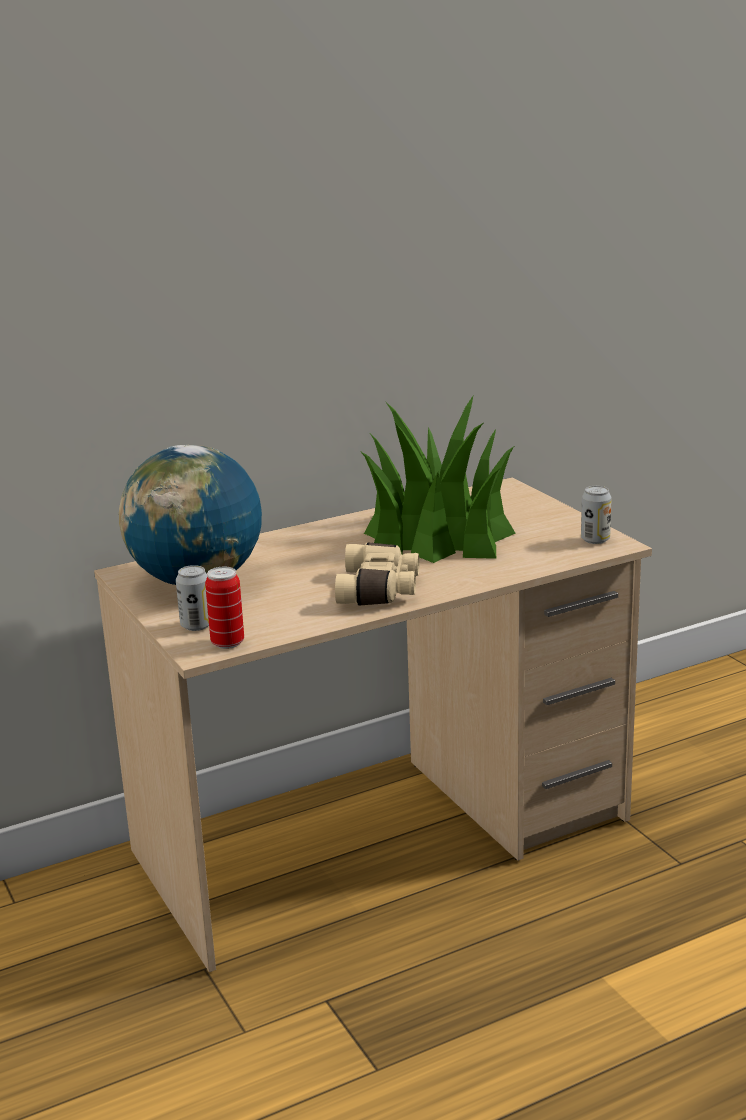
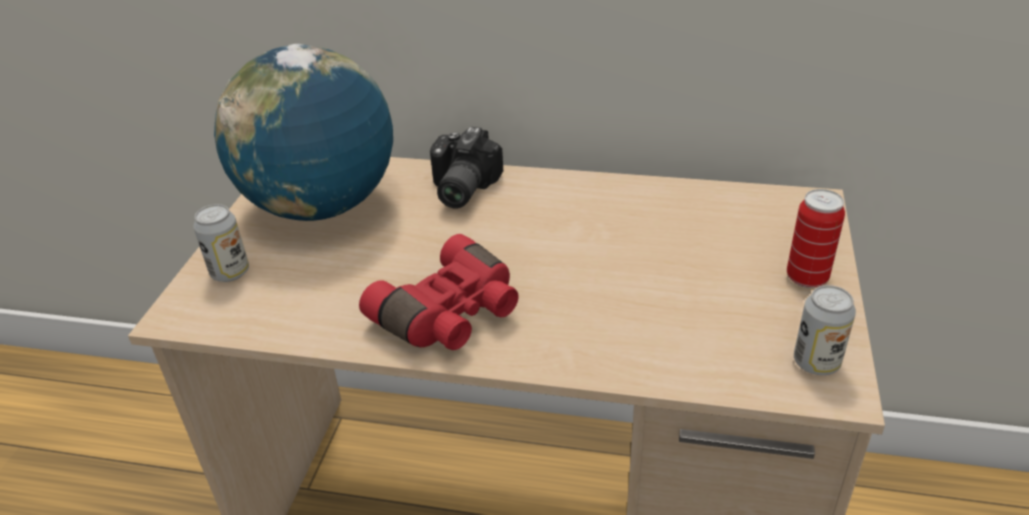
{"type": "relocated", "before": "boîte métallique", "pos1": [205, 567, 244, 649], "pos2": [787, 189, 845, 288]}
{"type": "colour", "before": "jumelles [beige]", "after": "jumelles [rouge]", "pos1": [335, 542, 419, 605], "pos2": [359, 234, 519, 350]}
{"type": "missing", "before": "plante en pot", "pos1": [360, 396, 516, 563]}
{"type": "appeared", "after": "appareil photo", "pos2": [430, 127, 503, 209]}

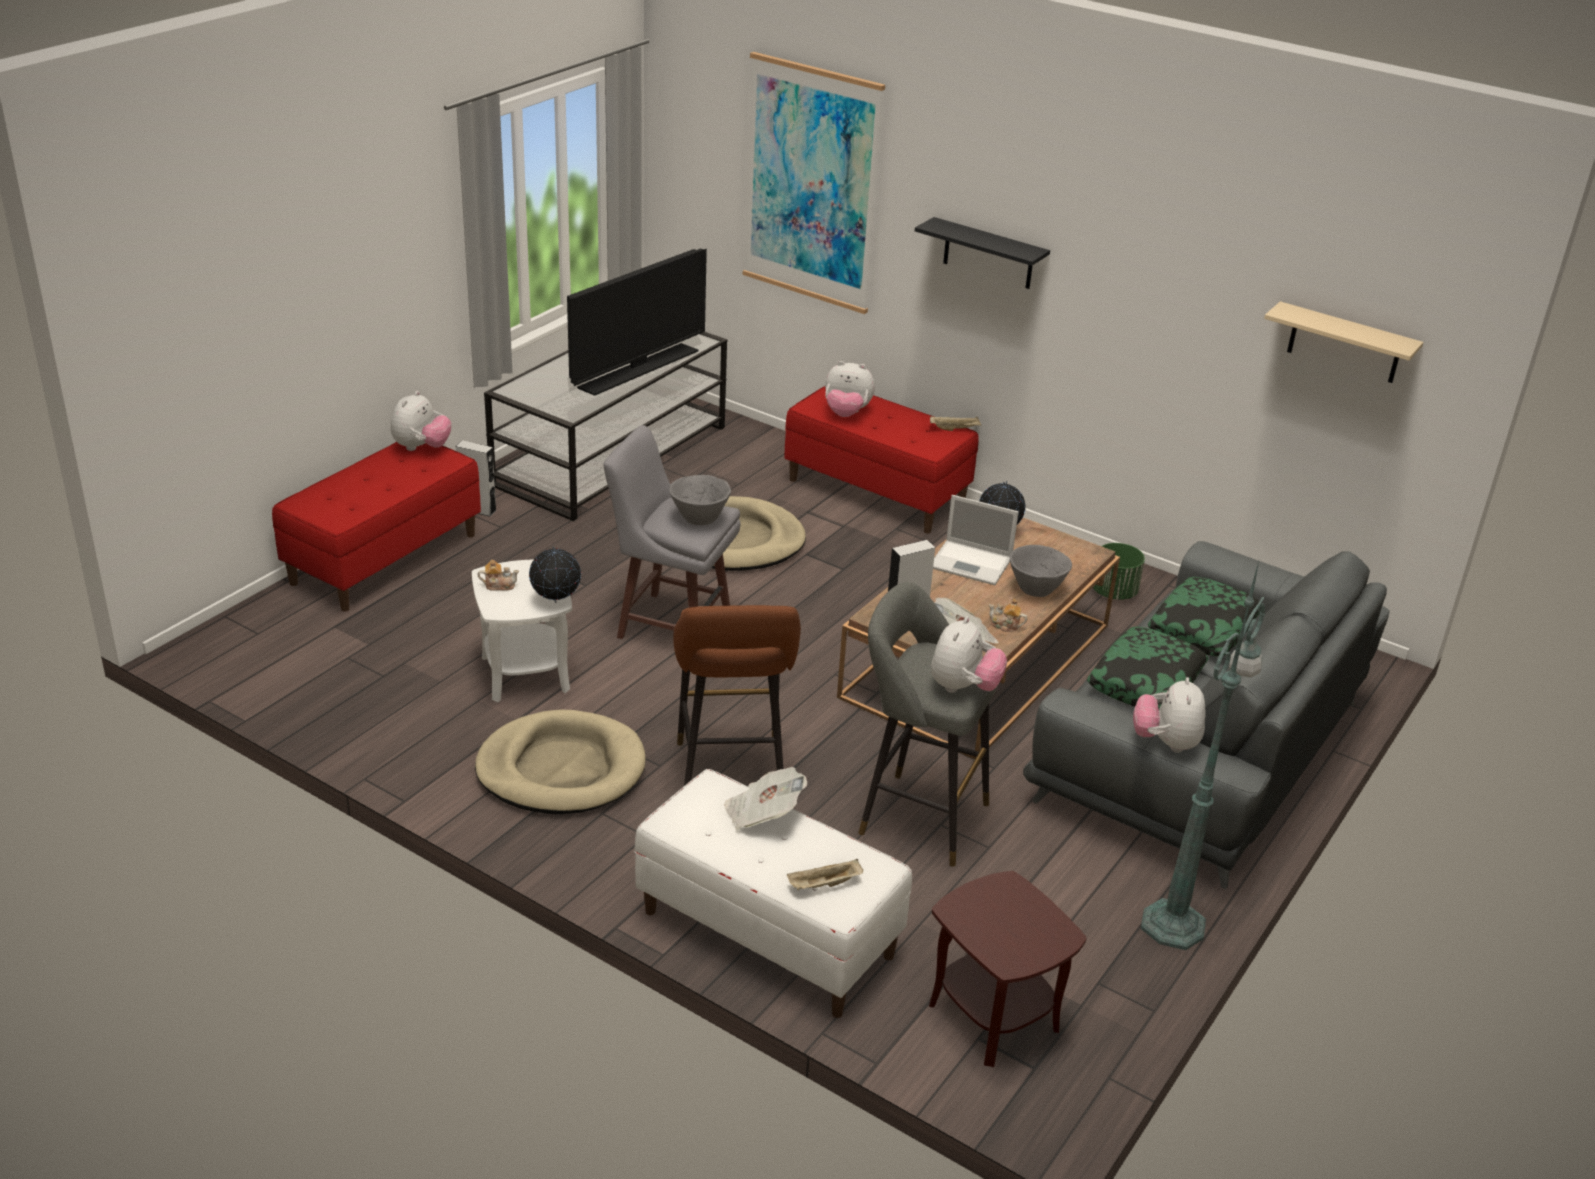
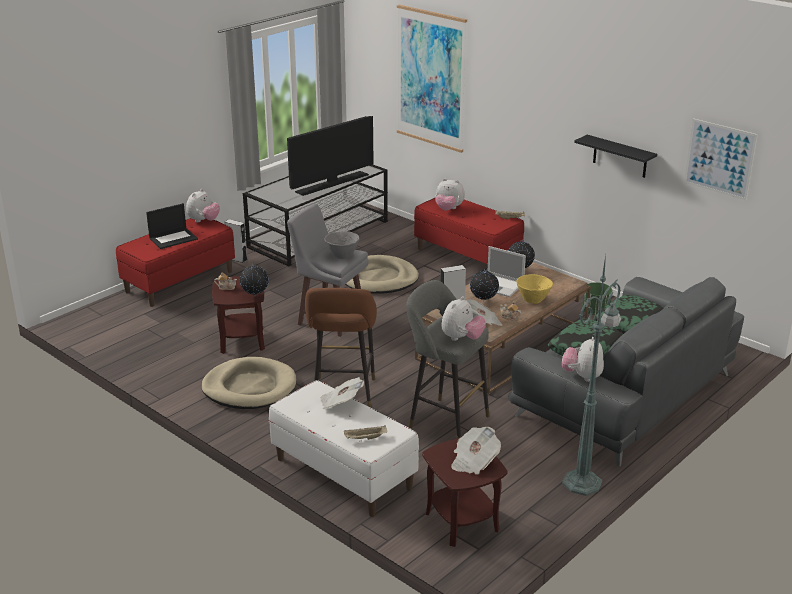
{"type": "colour", "before": "table d'appoint [blanc]", "after": "table d'appoint [marron]", "pos1": [472, 559, 572, 702], "pos2": [212, 276, 265, 354]}
{"type": "relocated", "before": "étagère [noir]", "pos1": [915, 217, 1050, 289], "pos2": [574, 135, 657, 178]}
{"type": "colour", "before": "bol [gris]", "after": "bol [jaune]", "pos1": [1010, 545, 1072, 597], "pos2": [517, 274, 553, 304]}
{"type": "exchanged", "before": "étagère [beige]", "after": "tableau", "pos1": [1264, 301, 1424, 383], "pos2": [684, 118, 758, 200]}
{"type": "appeared", "after": "ordinateur portable", "pos2": [146, 203, 198, 249]}
{"type": "appeared", "after": "journal", "pos2": [451, 427, 501, 474]}
{"type": "appeared", "after": "globe", "pos2": [470, 269, 499, 302]}

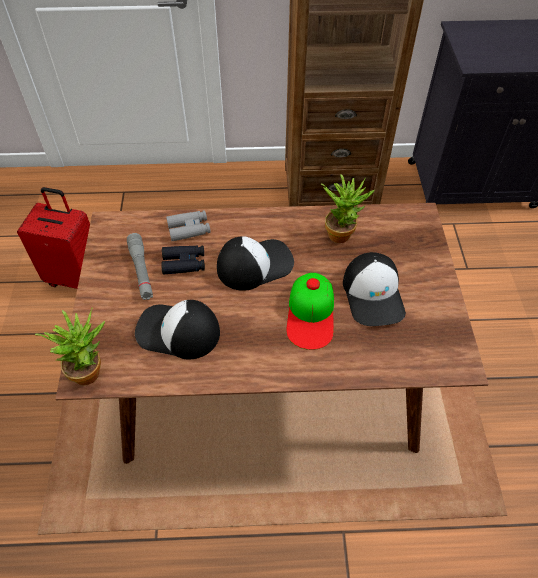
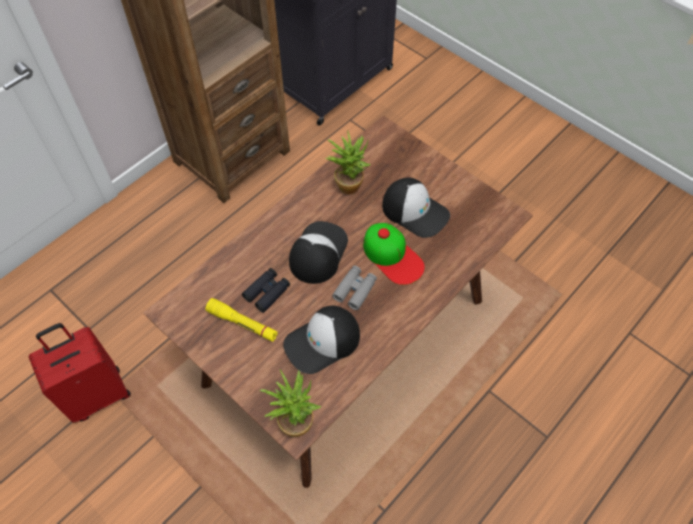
{"type": "colour", "before": "lampe de poche [gris]", "after": "lampe de poche [jaune]", "pos1": [127, 233, 153, 300], "pos2": [206, 298, 278, 342]}
{"type": "relocated", "before": "jumelles [gris]", "pos1": [166, 210, 211, 241], "pos2": [332, 266, 377, 310]}

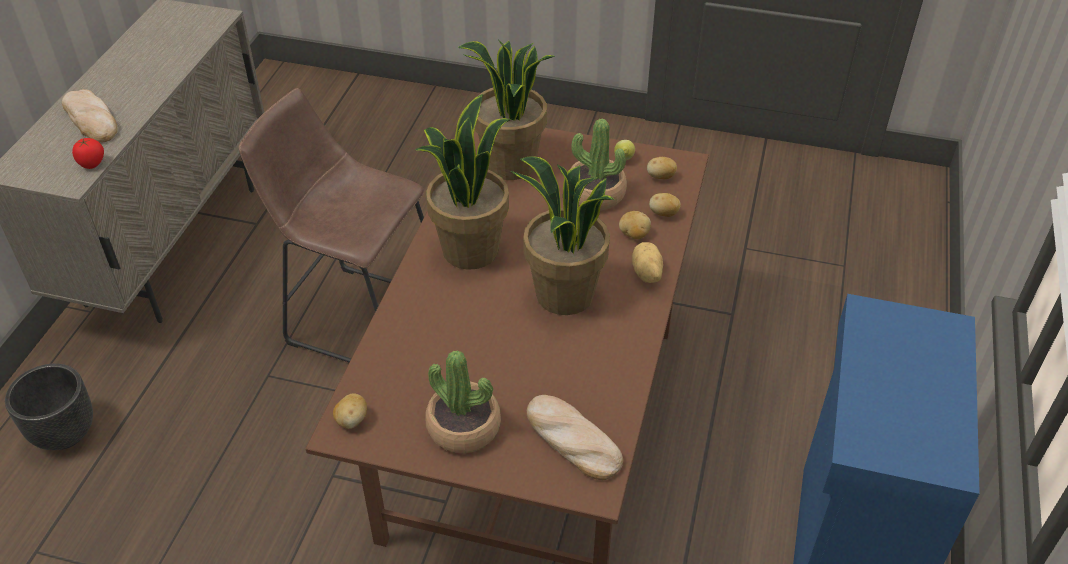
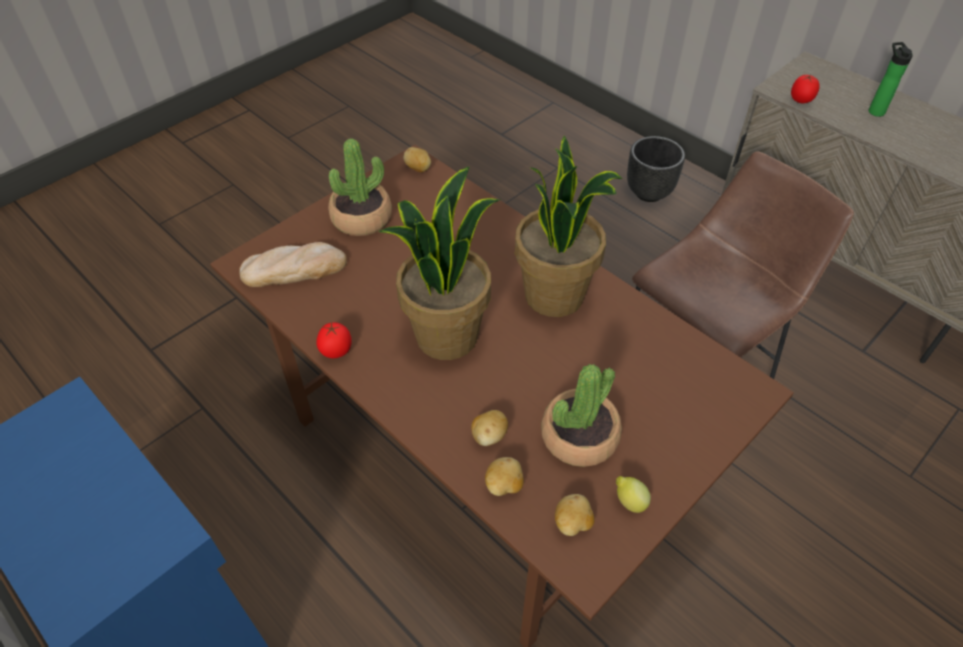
{"type": "exchanged", "before": "pain", "after": "bouteille", "pos1": [62, 89, 117, 143], "pos2": [868, 42, 913, 117]}
{"type": "missing", "before": "plante en pot", "pos1": [458, 40, 555, 180]}
{"type": "missing", "before": "pomme de terre", "pos1": [632, 242, 663, 283]}
{"type": "appeared", "after": "tomate", "pos2": [316, 322, 352, 358]}

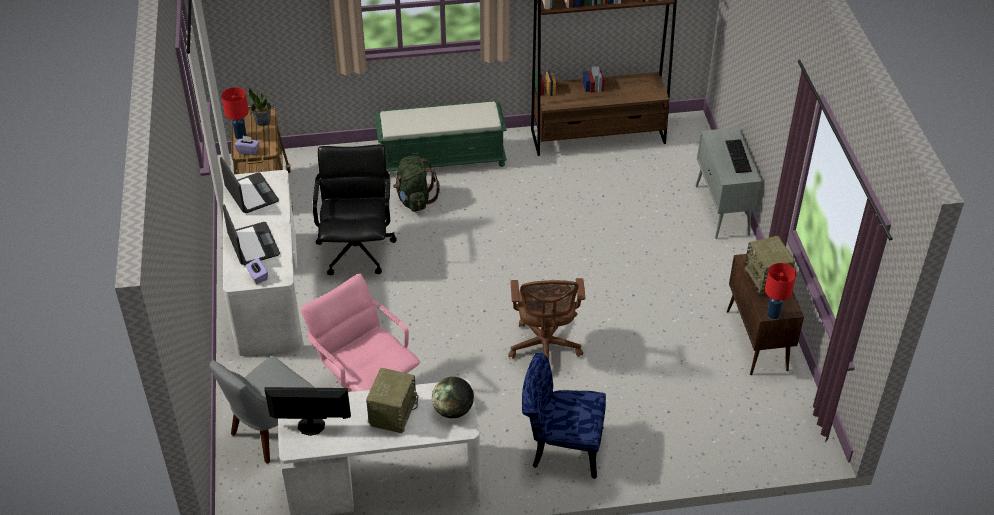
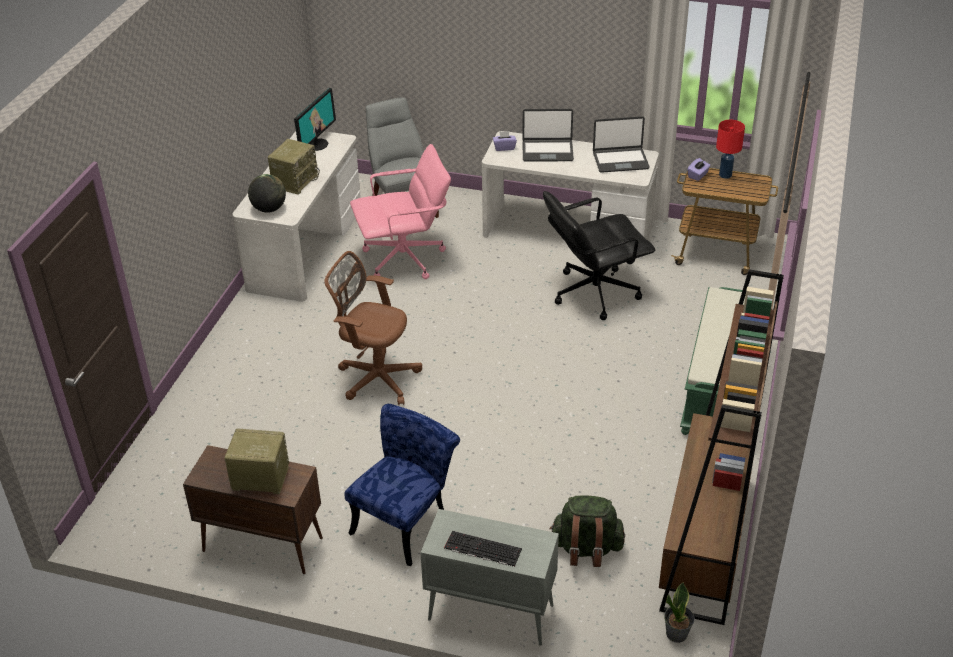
{"type": "relocated", "before": "plante en pot", "pos1": [248, 88, 271, 126], "pos2": [664, 582, 695, 643]}
{"type": "spun", "before": "chaise de bureau [noir]", "pos1": [313, 145, 397, 275], "pos2": [543, 191, 655, 320], "turn": 135}
{"type": "spun", "before": "radio", "pos1": [366, 368, 419, 433], "pos2": [268, 139, 320, 194], "turn": -105}
{"type": "relocated", "before": "sac à dos [vert]", "pos1": [393, 155, 440, 212], "pos2": [550, 495, 625, 567]}
{"type": "relocated", "before": "chaise [bleu]", "pos1": [522, 352, 606, 479], "pos2": [345, 404, 460, 566]}
{"type": "missing", "before": "lampe de table [rouge]", "pos1": [765, 263, 796, 319]}

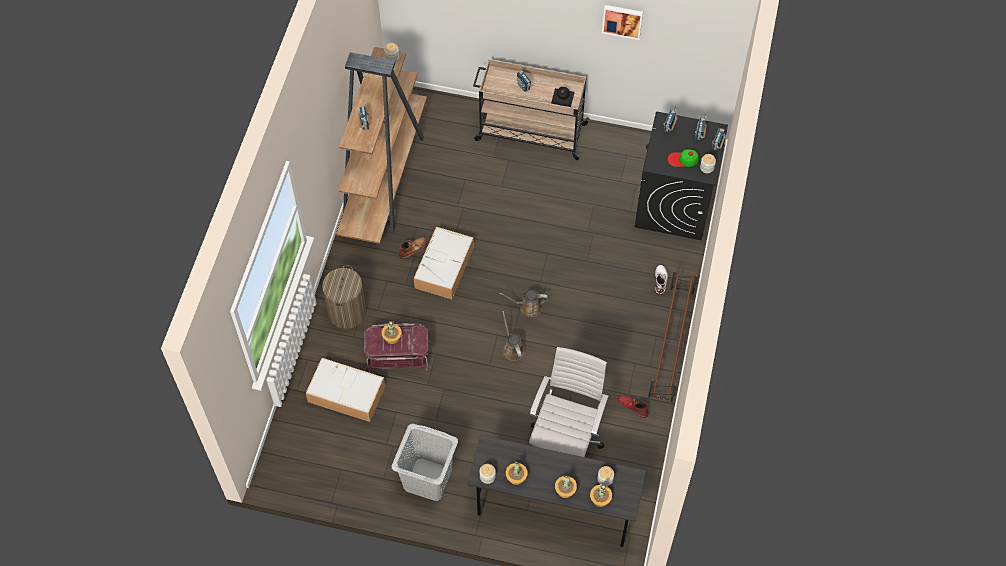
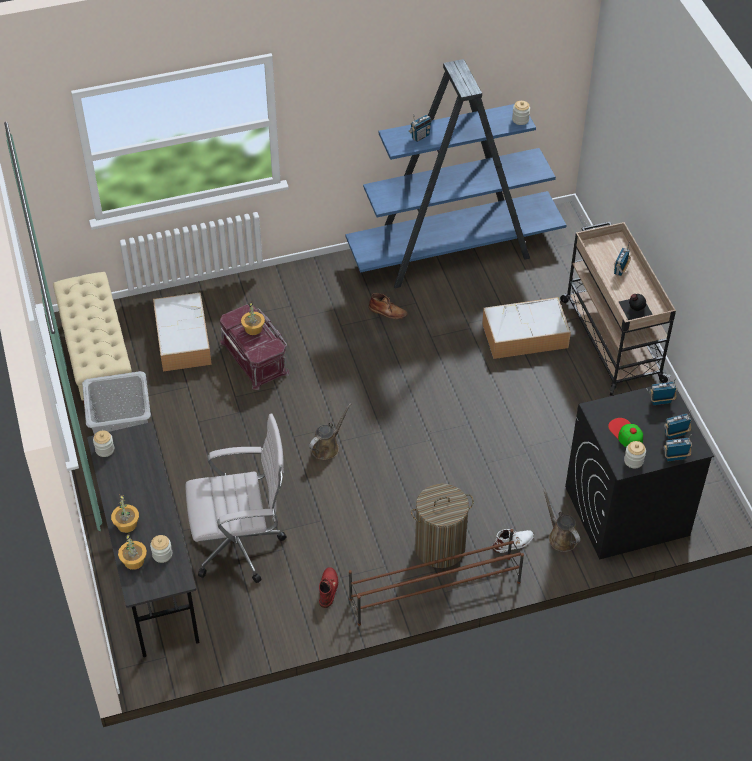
{"type": "relocated", "before": "panier à linge", "pos1": [322, 265, 366, 329], "pos2": [411, 483, 474, 568]}
{"type": "colour", "before": "bibliothèque [marron]", "after": "bibliothèque [bleu]", "pos1": [336, 47, 427, 244], "pos2": [345, 59, 566, 288]}
{"type": "relocated", "before": "boîte de rangement", "pos1": [414, 227, 474, 299], "pos2": [482, 297, 571, 359]}
{"type": "relocated", "before": "arrosoir [marron]", "pos1": [499, 290, 548, 317], "pos2": [543, 488, 580, 552]}
{"type": "missing", "before": "plante en pot", "pos1": [506, 461, 527, 485]}
{"type": "missing", "before": "tableau", "pos1": [602, 5, 643, 40]}
{"type": "appeared", "after": "banc [beige]", "pos2": [53, 272, 132, 409]}

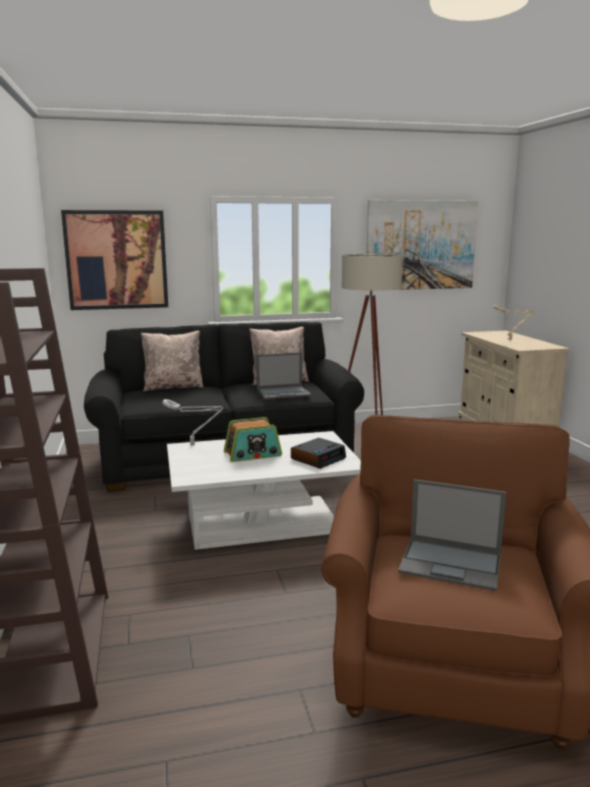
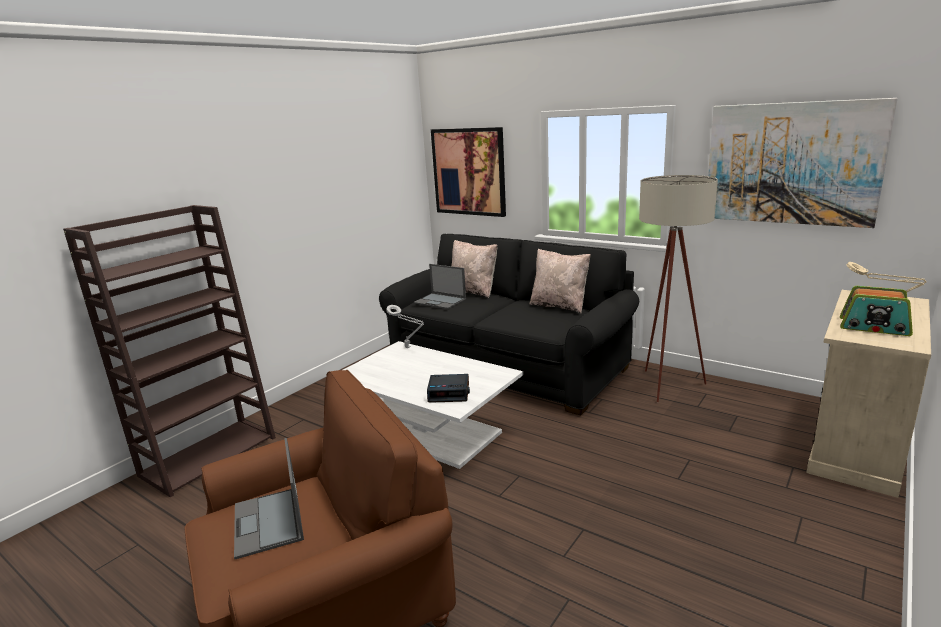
{"type": "relocated", "before": "radio", "pos1": [224, 417, 282, 462], "pos2": [840, 286, 913, 336]}
{"type": "relocated", "before": "ordinateur portable", "pos1": [256, 352, 312, 399], "pos2": [413, 264, 466, 309]}

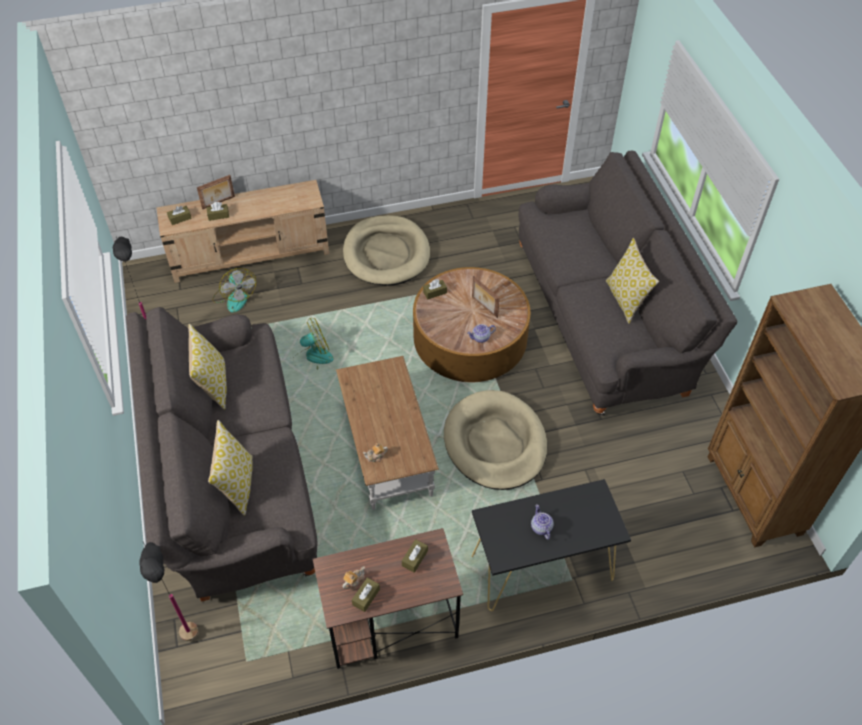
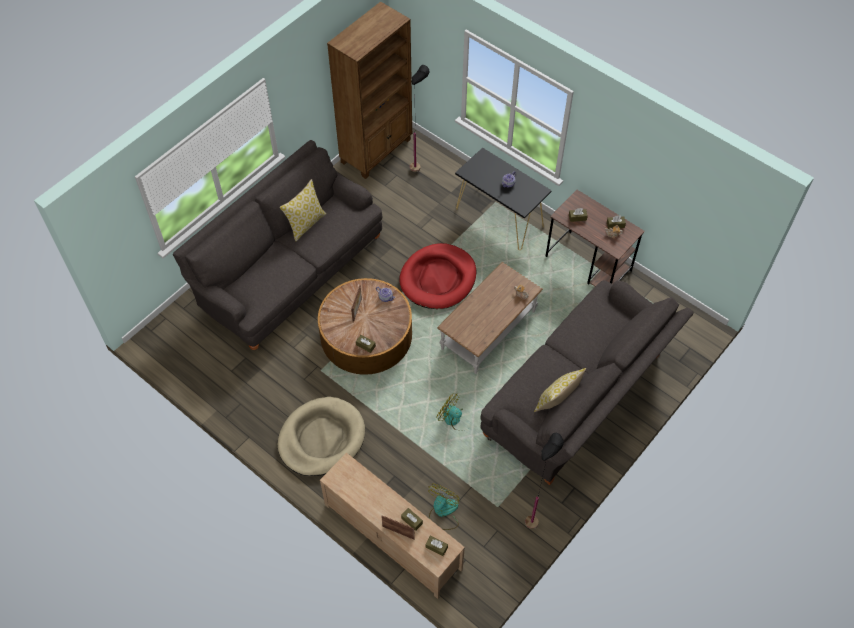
{"type": "relocated", "before": "lampadaire [noir]", "pos1": [139, 542, 198, 641], "pos2": [410, 65, 430, 172]}
{"type": "missing", "before": "coussin", "pos1": [208, 420, 253, 516]}
{"type": "colour", "before": "panier pour chien [beige]", "after": "panier pour chien [rouge]", "pos1": [444, 390, 547, 490], "pos2": [399, 243, 477, 309]}

